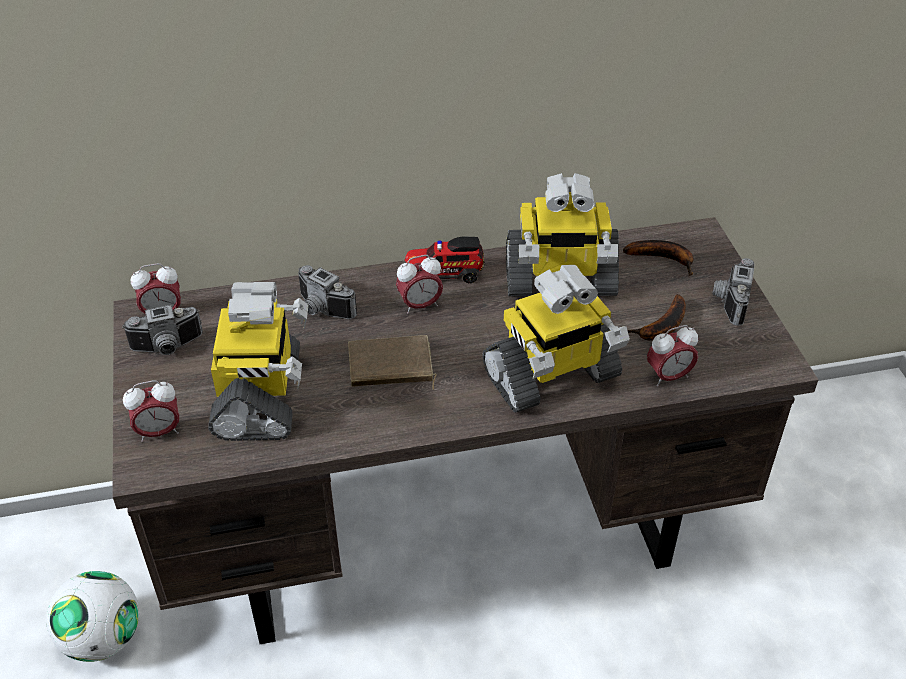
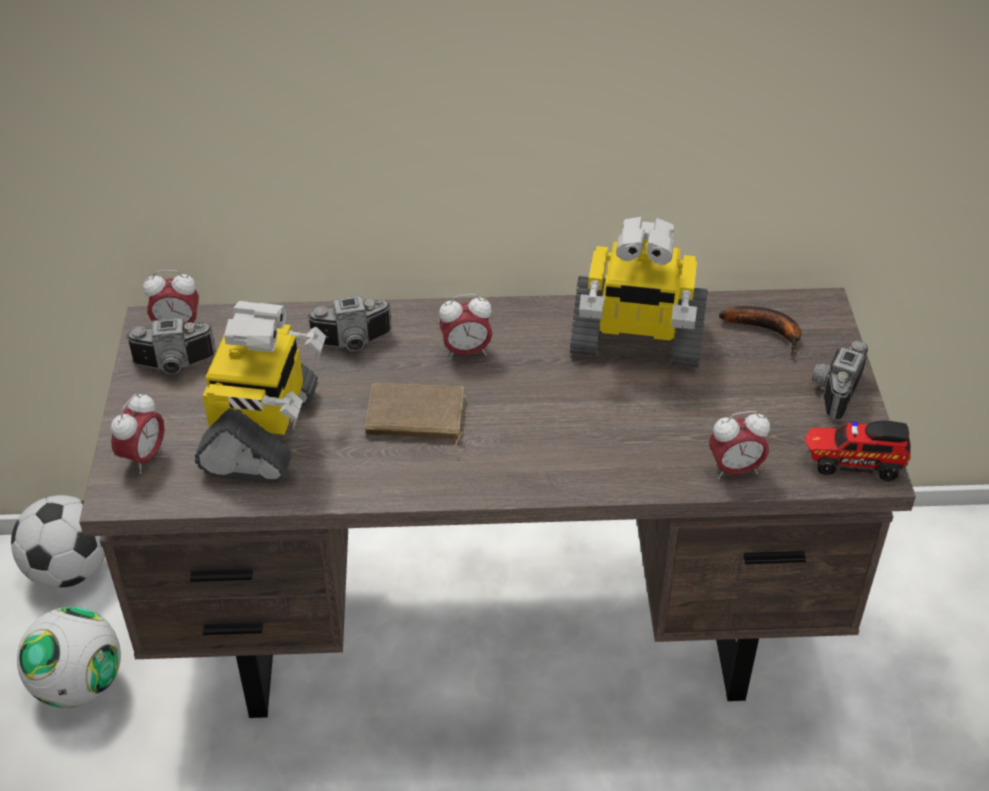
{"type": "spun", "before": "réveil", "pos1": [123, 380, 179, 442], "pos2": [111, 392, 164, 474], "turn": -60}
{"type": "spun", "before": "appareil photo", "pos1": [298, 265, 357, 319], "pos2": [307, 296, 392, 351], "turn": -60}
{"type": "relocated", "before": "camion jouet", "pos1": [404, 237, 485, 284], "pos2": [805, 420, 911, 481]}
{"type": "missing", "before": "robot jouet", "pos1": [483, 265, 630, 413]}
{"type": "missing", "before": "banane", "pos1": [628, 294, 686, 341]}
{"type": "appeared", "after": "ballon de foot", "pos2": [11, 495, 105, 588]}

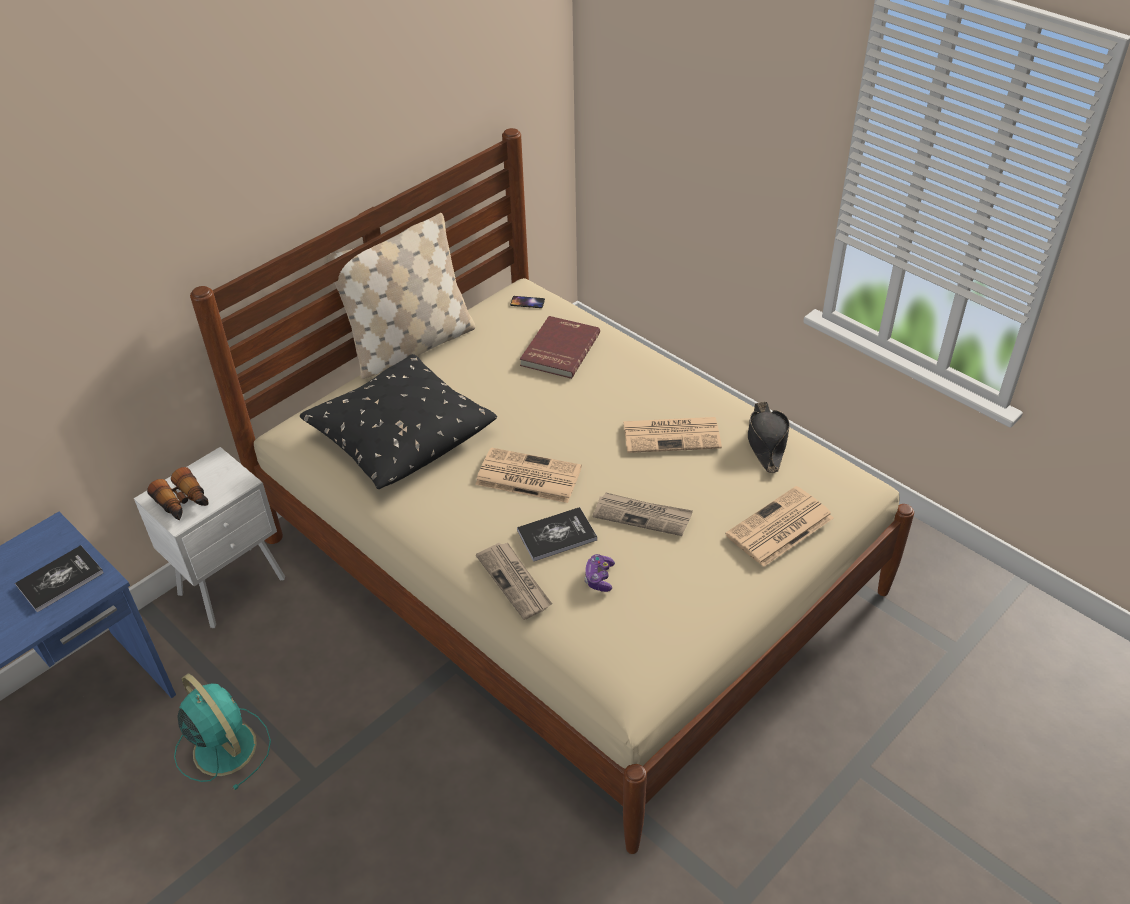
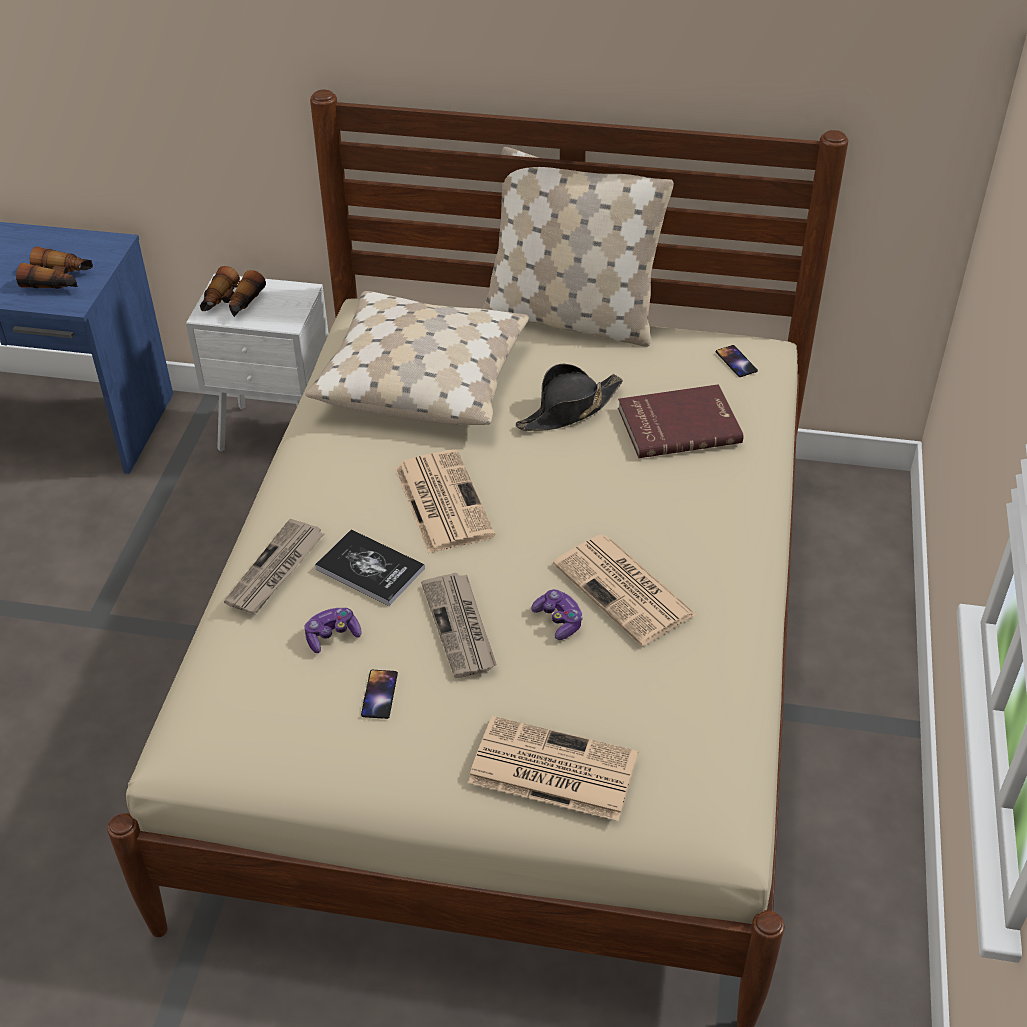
{"type": "exchanged", "before": "livre", "after": "jumelles", "pos1": [15, 545, 104, 612], "pos2": [16, 246, 93, 289]}
{"type": "missing", "before": "ventilateur [turquoise]", "pos1": [174, 674, 271, 790]}
{"type": "colour", "before": "coussin [noir]", "after": "coussin [beige]", "pos1": [300, 354, 497, 489], "pos2": [305, 291, 529, 425]}
{"type": "relocated", "before": "chapeau [noir]", "pos1": [748, 402, 790, 473], "pos2": [516, 364, 623, 431]}
{"type": "appeared", "after": "téléphone", "pos2": [361, 670, 398, 719]}
{"type": "appeared", "after": "manette", "pos2": [531, 589, 583, 640]}

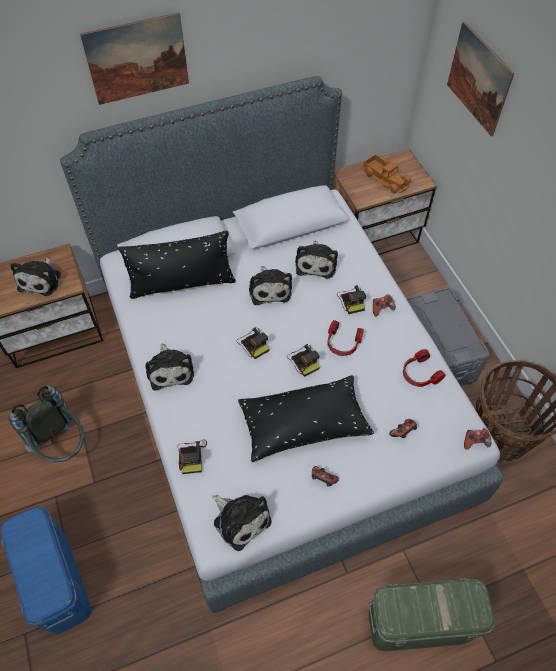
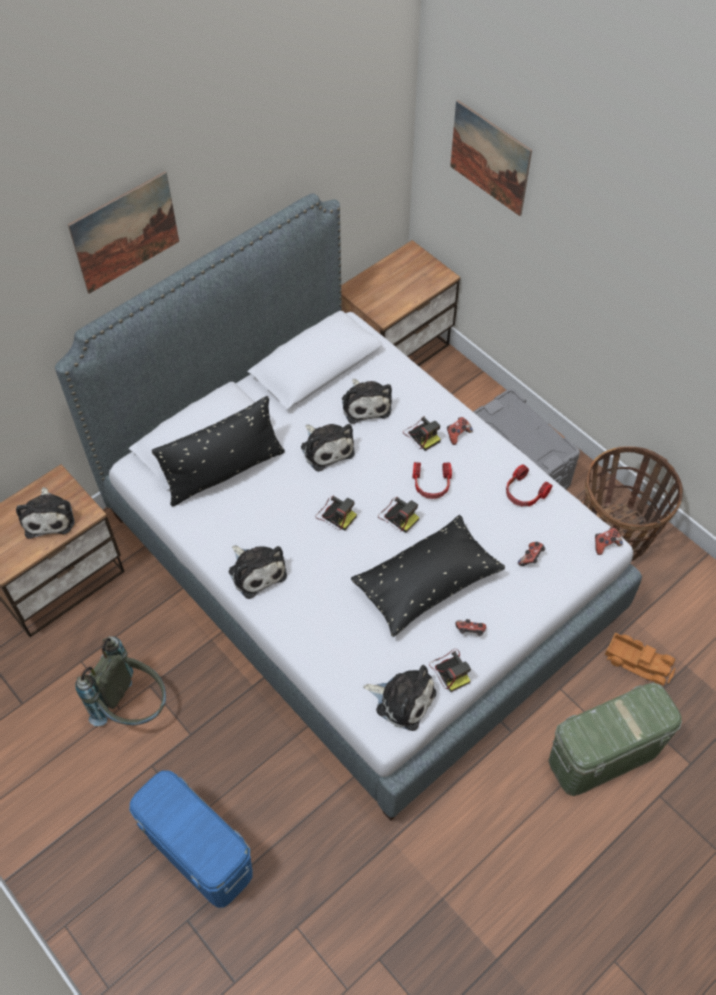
{"type": "relocated", "before": "appareil photo", "pos1": [177, 440, 207, 474], "pos2": [429, 649, 471, 692]}
{"type": "relocated", "before": "camion jouet", "pos1": [363, 154, 411, 194], "pos2": [605, 633, 675, 686]}

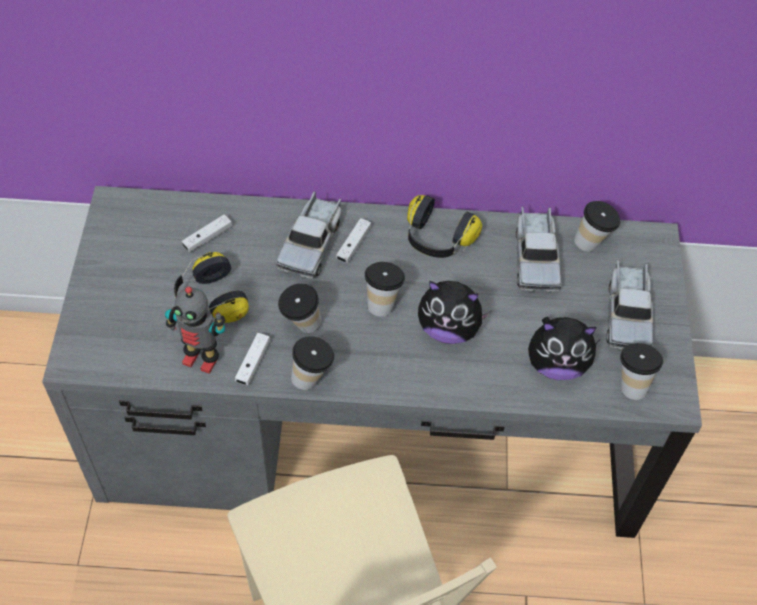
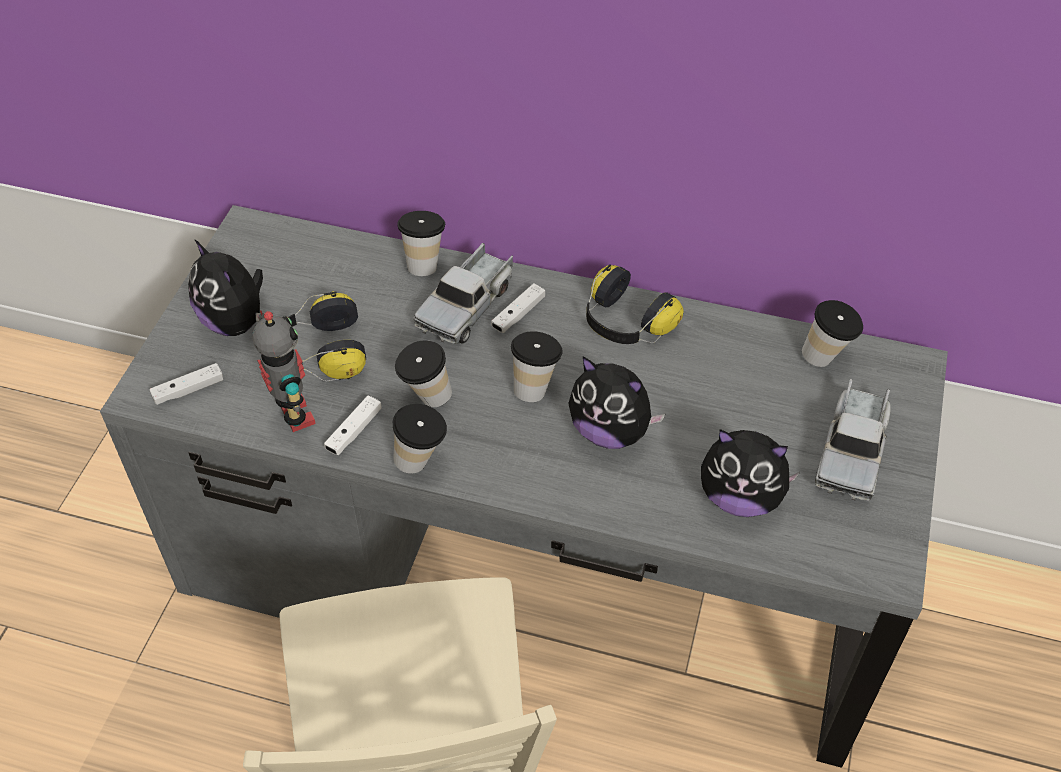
{"type": "spun", "before": "robot jouet", "pos1": [165, 286, 225, 374], "pos2": [252, 310, 316, 432], "turn": -150}
{"type": "relocated", "before": "manette [blanc]", "pos1": [182, 215, 232, 252], "pos2": [150, 363, 223, 405]}
{"type": "missing", "before": "camion jouet", "pos1": [516, 206, 562, 293]}
{"type": "relocated", "before": "tasse", "pos1": [620, 343, 663, 400], "pos2": [397, 211, 445, 276]}
{"type": "appeared", "after": "peluche", "pos2": [188, 239, 265, 336]}

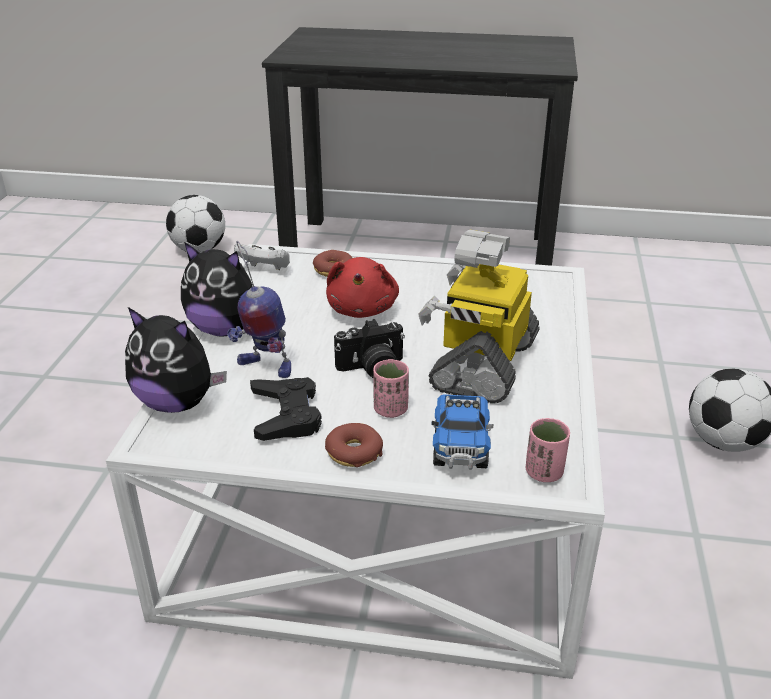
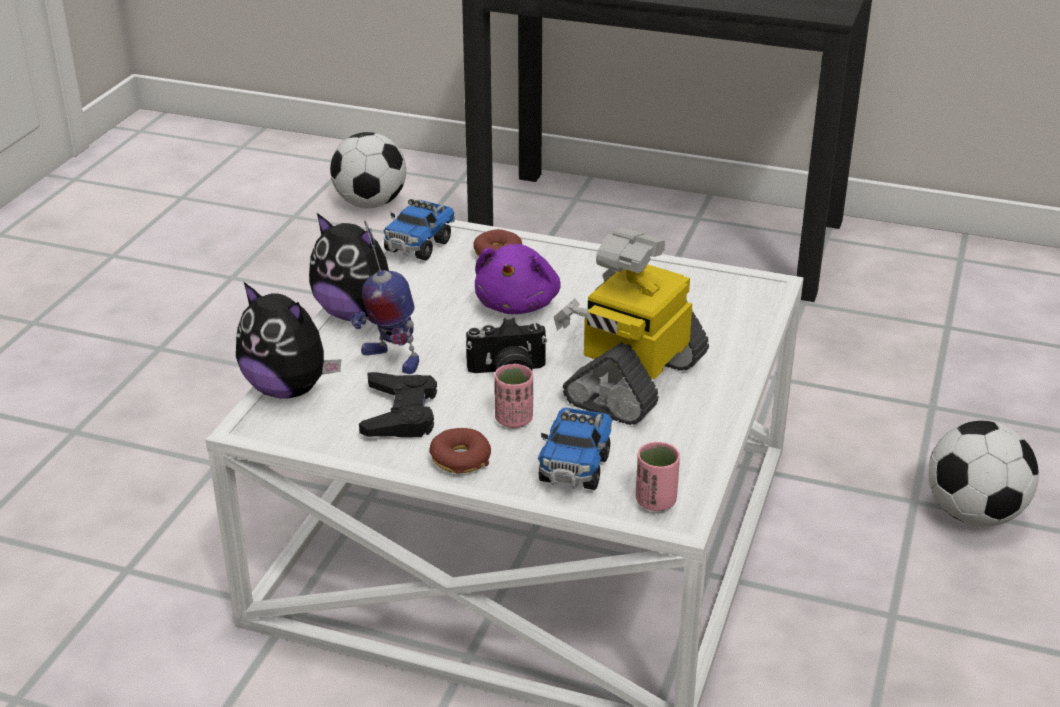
{"type": "exchanged", "before": "manette [blanc]", "after": "camion jouet", "pos1": [234, 243, 290, 270], "pos2": [383, 199, 455, 261]}
{"type": "colour", "before": "peluche [rouge]", "after": "peluche [violet]", "pos1": [326, 257, 399, 318], "pos2": [475, 244, 561, 314]}

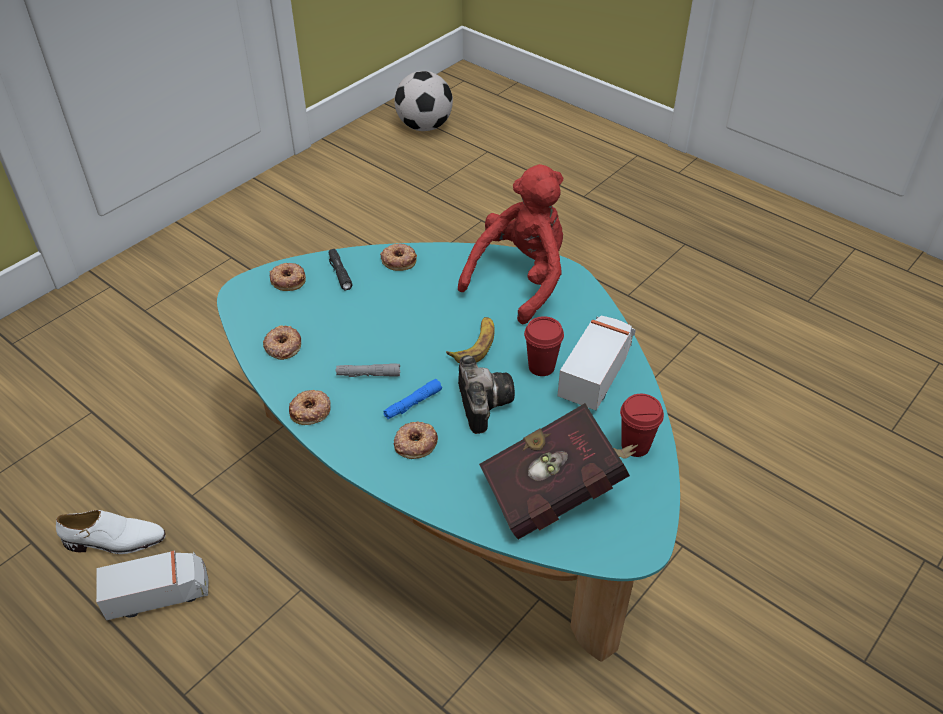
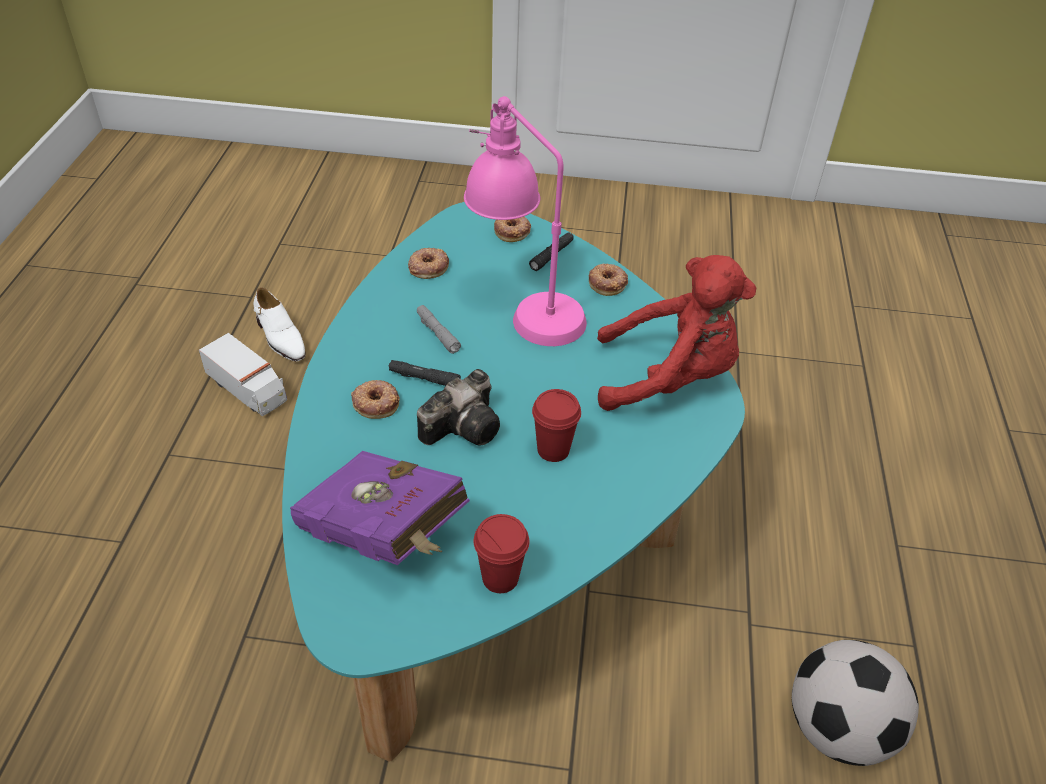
{"type": "missing", "before": "beignet", "pos1": [289, 390, 331, 425]}
{"type": "colour", "before": "lampe de poche [bleu]", "after": "lampe de poche [noir]", "pos1": [384, 379, 442, 419], "pos2": [389, 360, 461, 386]}
{"type": "relocated", "before": "ballon de foot", "pos1": [394, 71, 453, 131], "pos2": [792, 640, 919, 766]}
{"type": "missing", "before": "banane", "pos1": [446, 317, 495, 364]}
{"type": "colour", "before": "livre [rouge]", "after": "livre [violet]", "pos1": [479, 403, 638, 539], "pos2": [290, 451, 470, 565]}
{"type": "missing", "before": "camion jouet", "pos1": [557, 316, 636, 411]}
{"type": "appeared", "after": "lampe de table [rose]", "pos2": [464, 96, 587, 346]}

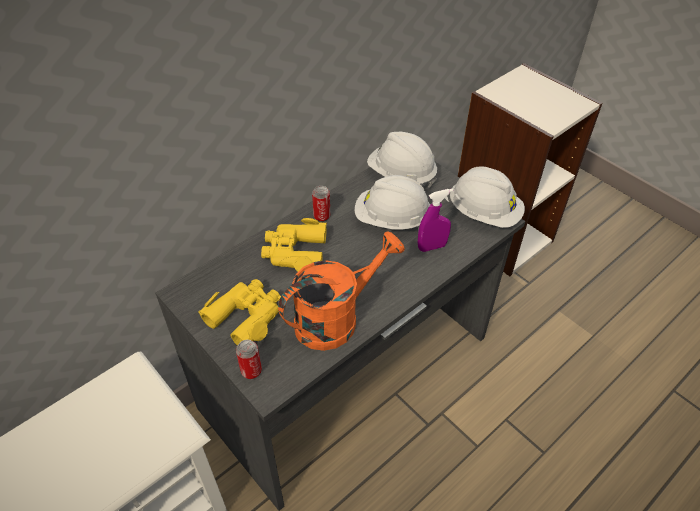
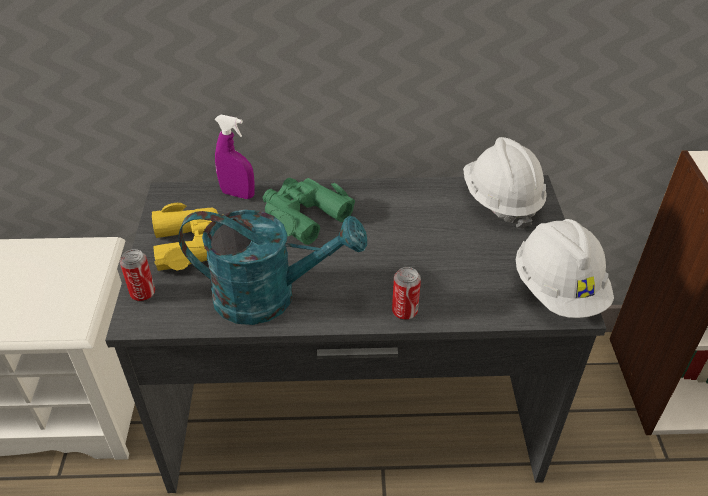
{"type": "colour", "before": "jumelles [jaune]", "after": "jumelles [vert]", "pos1": [261, 218, 327, 272], "pos2": [263, 178, 355, 245]}
{"type": "colour", "before": "arrosoir [orange]", "after": "arrosoir [turquoise]", "pos1": [278, 231, 405, 351], "pos2": [178, 210, 367, 325]}
{"type": "relocated", "before": "boîte métallique", "pos1": [312, 186, 330, 222], "pos2": [392, 267, 421, 320]}
{"type": "missing", "before": "casque de chantier [blanc]", "pos1": [355, 175, 430, 230]}
{"type": "relocated", "before": "vaporisateur [violet]", "pos1": [418, 189, 453, 252], "pos2": [215, 115, 255, 199]}

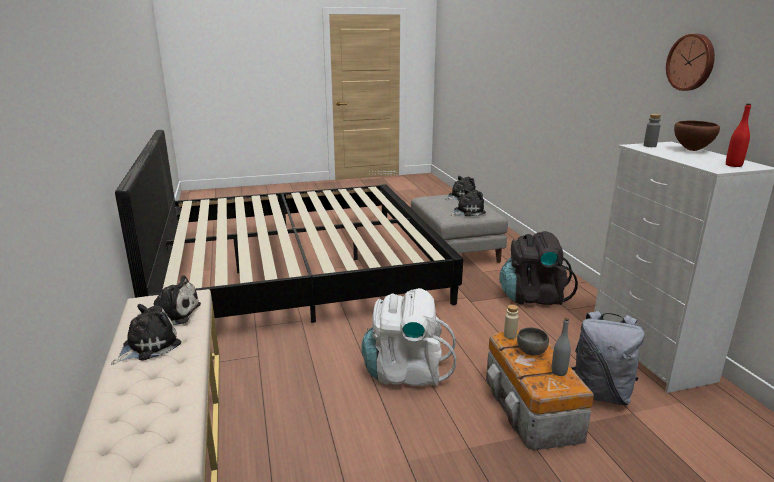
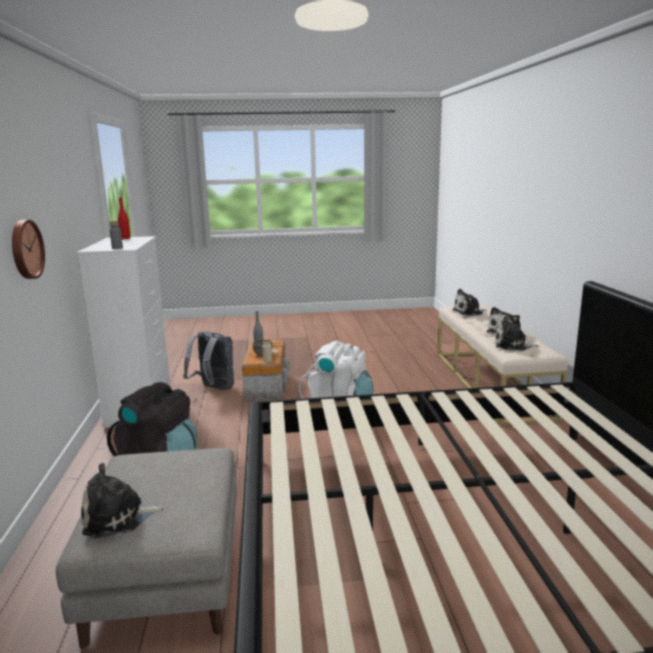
{"type": "relocated", "before": "peluche", "pos1": [451, 189, 486, 216], "pos2": [452, 288, 486, 316]}
{"type": "relocated", "before": "horloge murale", "pos1": [666, 34, 715, 91], "pos2": [12, 220, 45, 279]}
{"type": "missing", "before": "bol [marron]", "pos1": [674, 121, 720, 151]}

